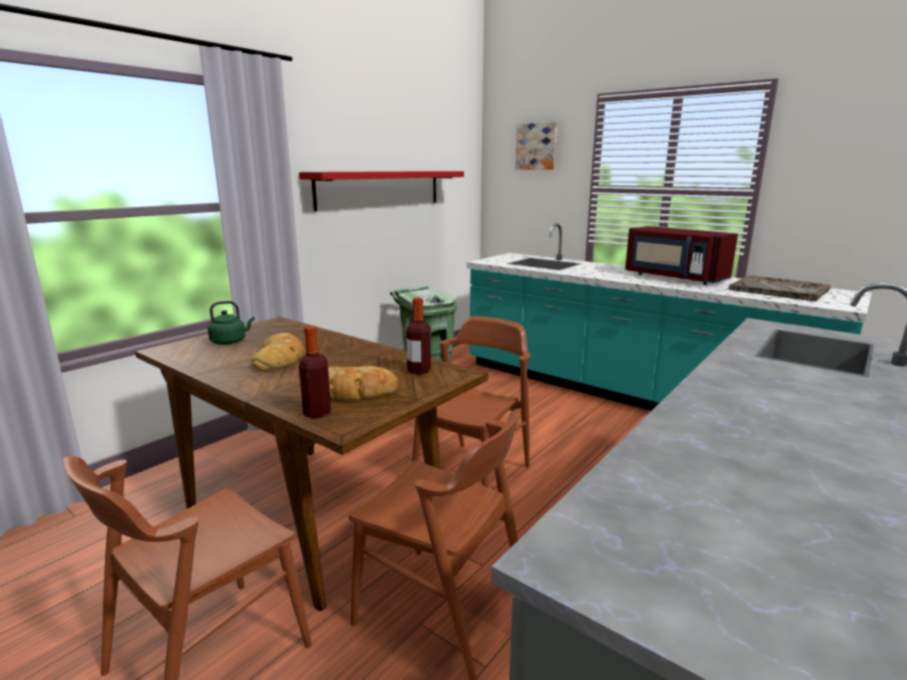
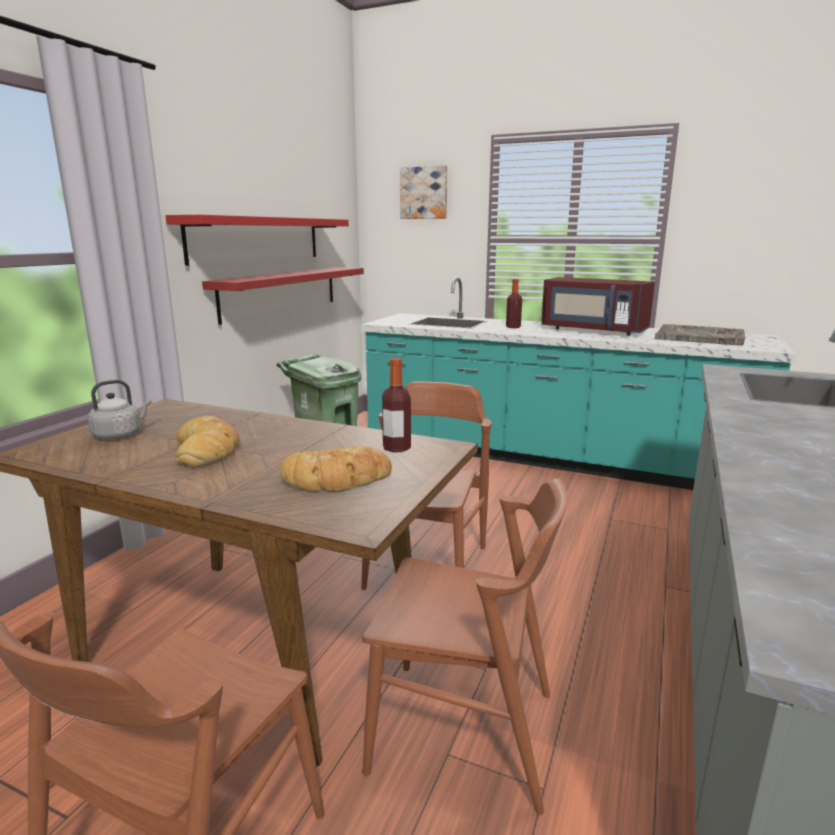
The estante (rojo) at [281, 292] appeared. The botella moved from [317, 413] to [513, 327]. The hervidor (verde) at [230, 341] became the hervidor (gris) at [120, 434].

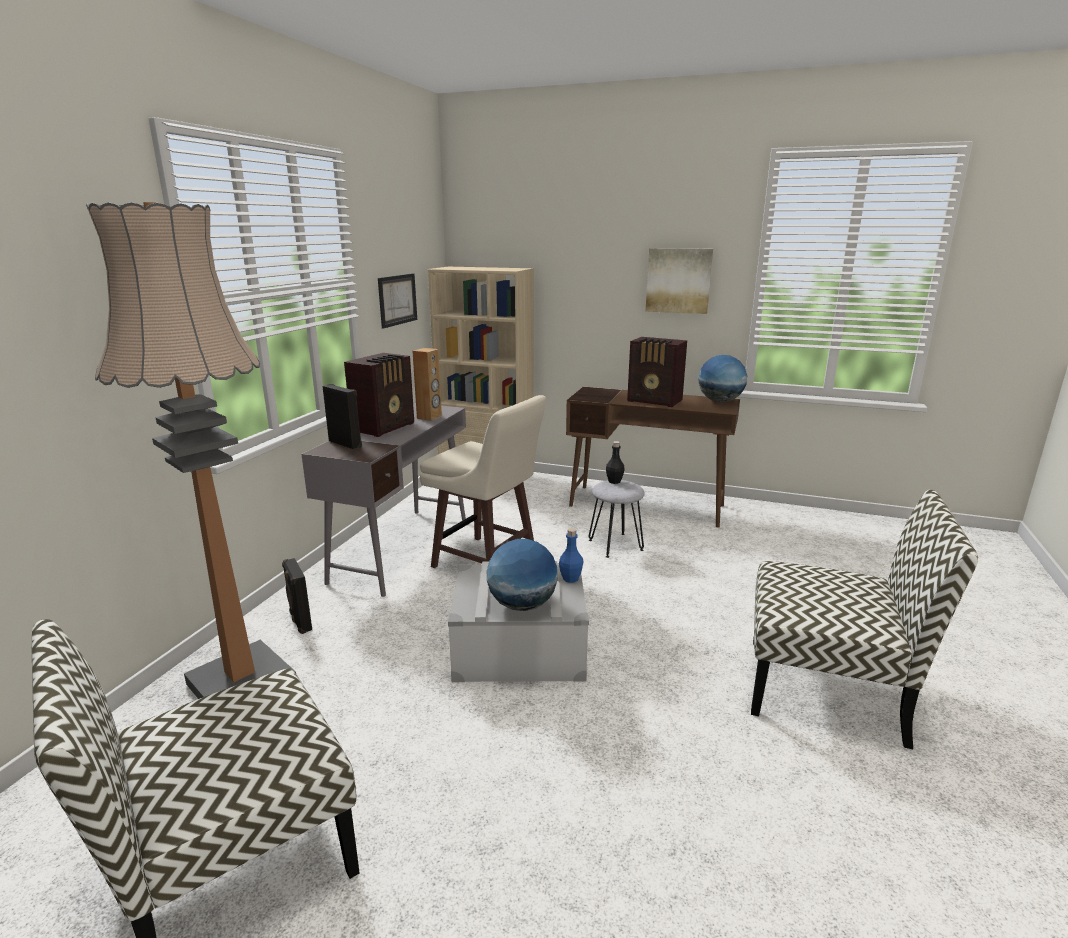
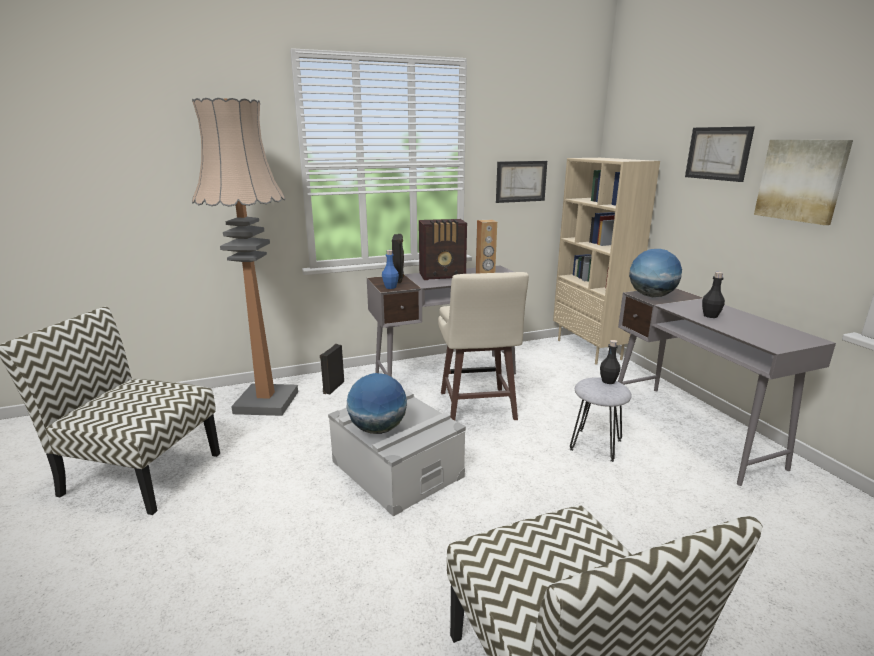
The cuadro at [718, 153] appeared. The botella (azul) moved from [570, 579] to [390, 287]. The globo terráqueo moved from [720, 401] to [651, 296]. The radio at [655, 401] was replaced by the botella (negro) at [710, 316]. The escritorio (marrón) at [647, 505] became the escritorio (gris) at [691, 430].

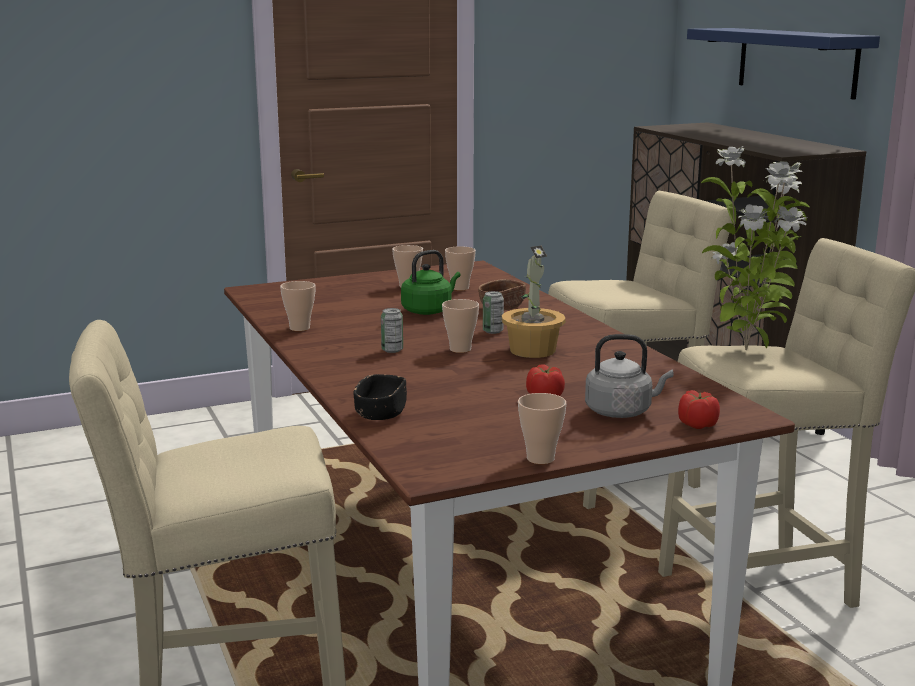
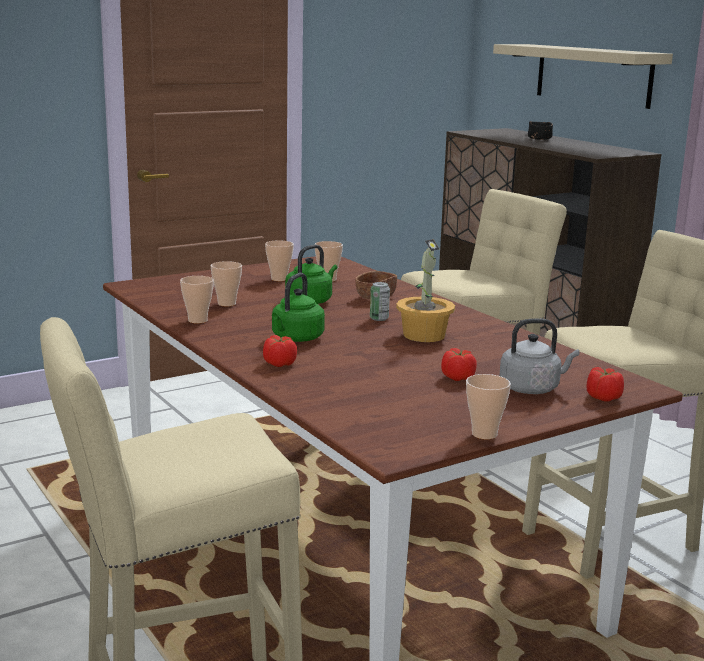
The planta en maceta at [748, 351] disappeared. The tomate at [279, 363] appeared. The cuenco (negro) moved from [380, 414] to [539, 139]. The taza moved from [460, 349] to [226, 304]. The lata at [392, 350] was replaced by the hervidor (verde) at [296, 338]. The estante (azul) at [796, 61] became the estante (beis) at [593, 75].

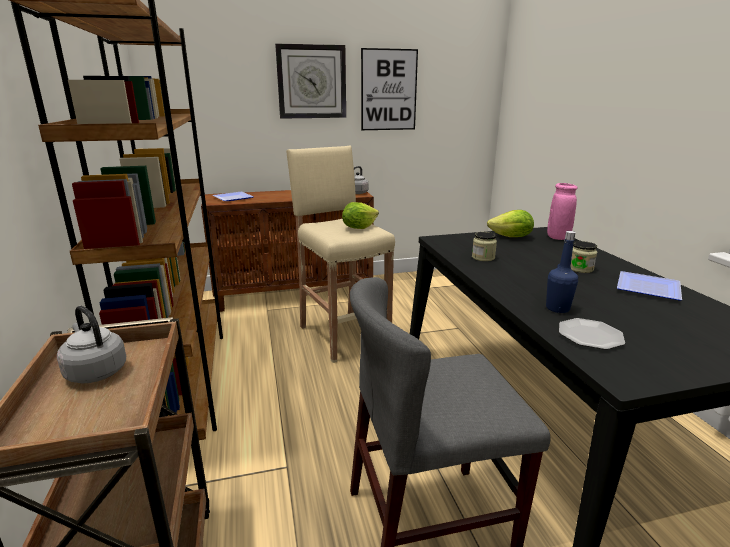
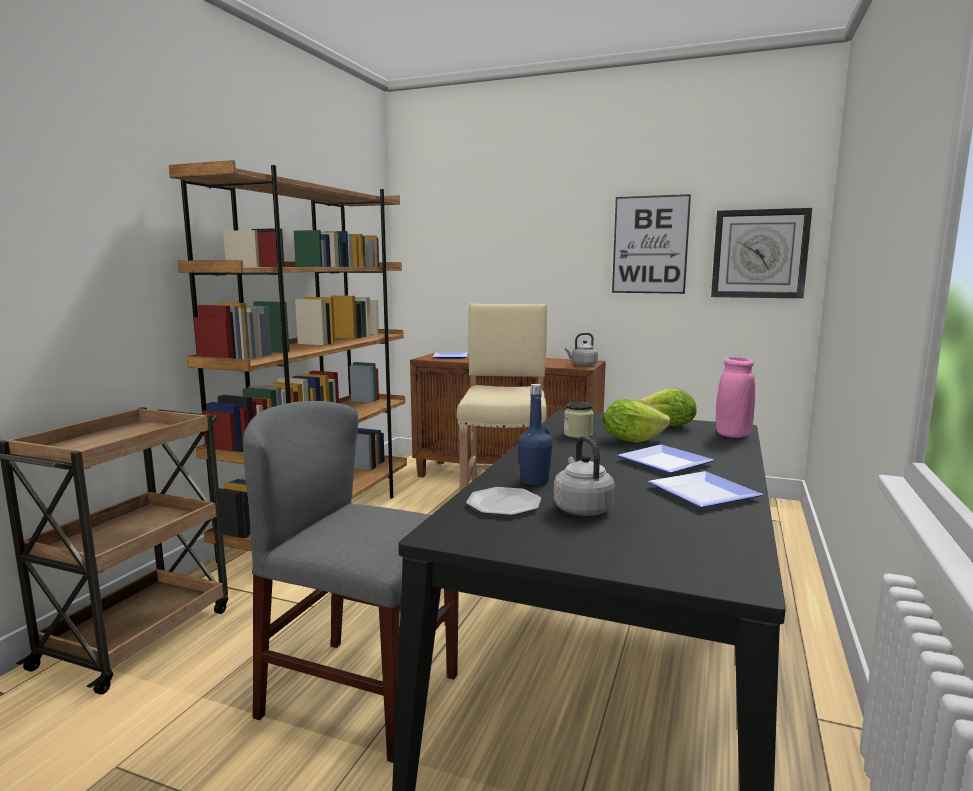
The hervidor (gris) moved from [95, 371] to [581, 508]. The reloj de pared moved from [311, 82] to [759, 254]. The lechuga moved from [359, 227] to [631, 440]. The tarro at [580, 268] was replaced by the plato at [668, 462].

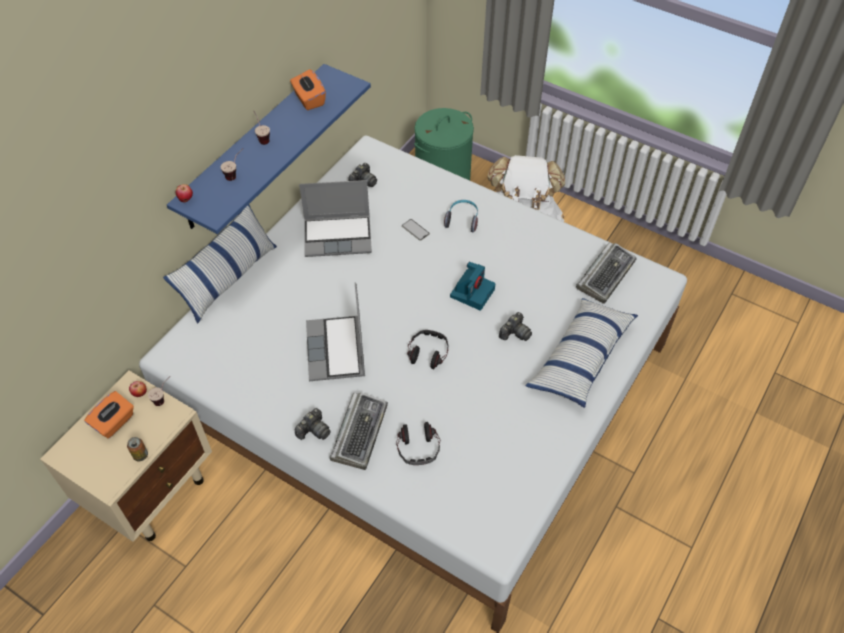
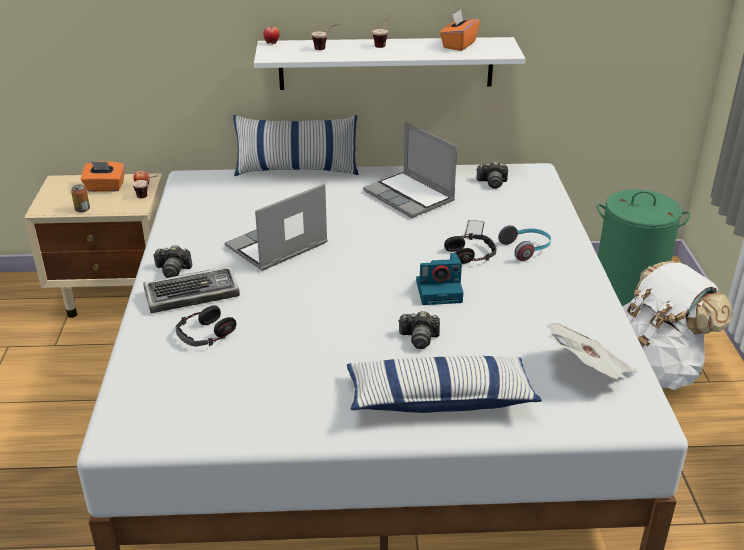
The auriculares moved from [427, 352] to [470, 254]. The teclado at [606, 275] was replaced by the periódico at [589, 371]. The estante (azul) at [254, 147] became the estante (blanco) at [386, 63].

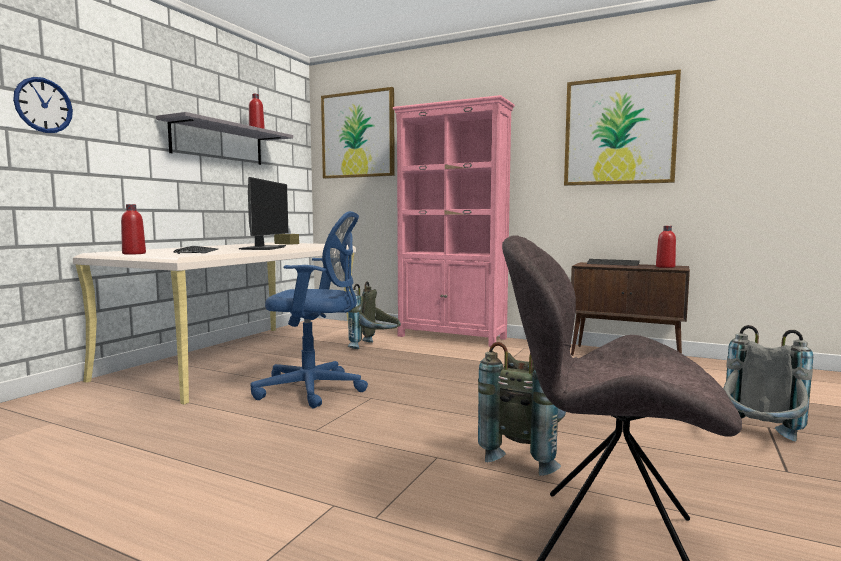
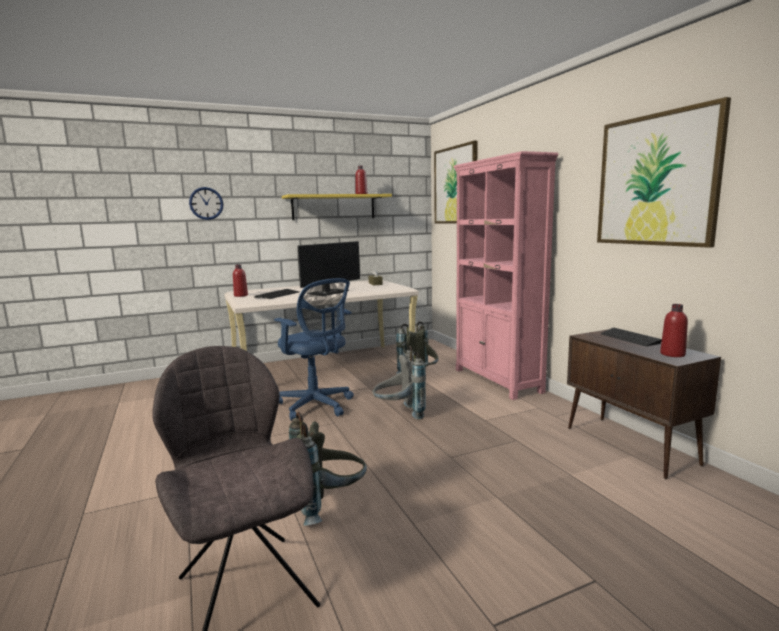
The mochila (gris) moved from [760, 442] to [399, 414]. The estante (gris) at [218, 143] became the estante (amarillo) at [334, 207].

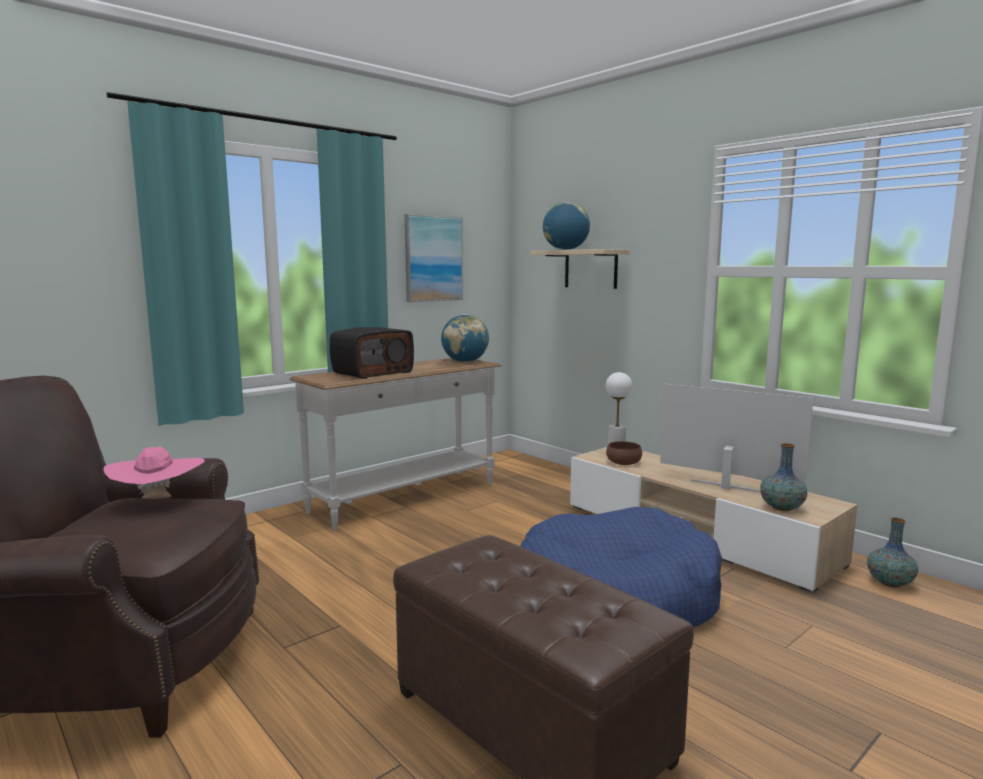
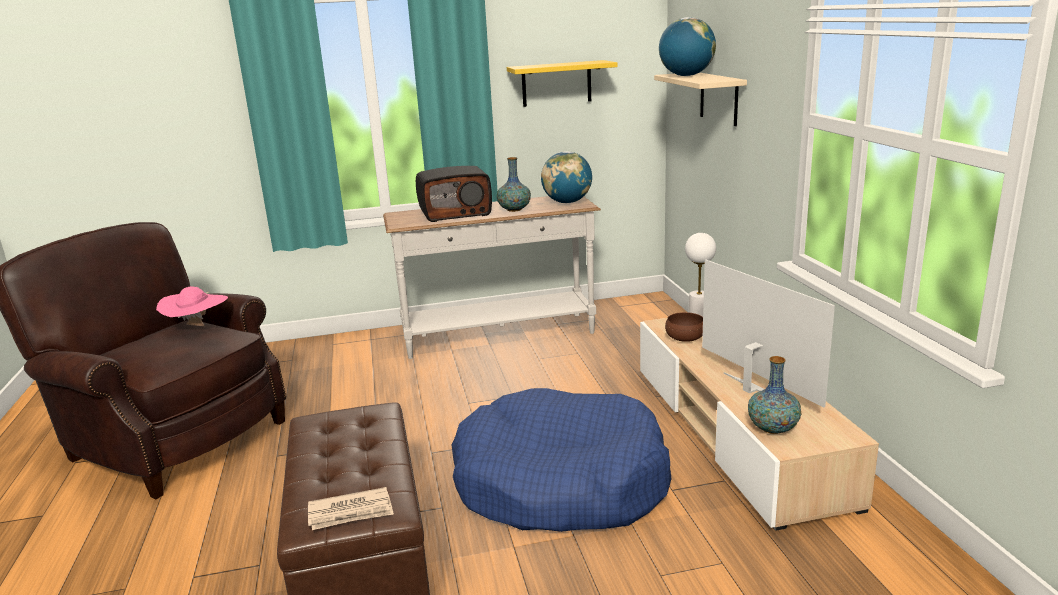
The periódico at [351, 512] appeared. The florero moved from [890, 583] to [514, 209]. The cuadro at [433, 259] was replaced by the estante (amarillo) at [556, 83].

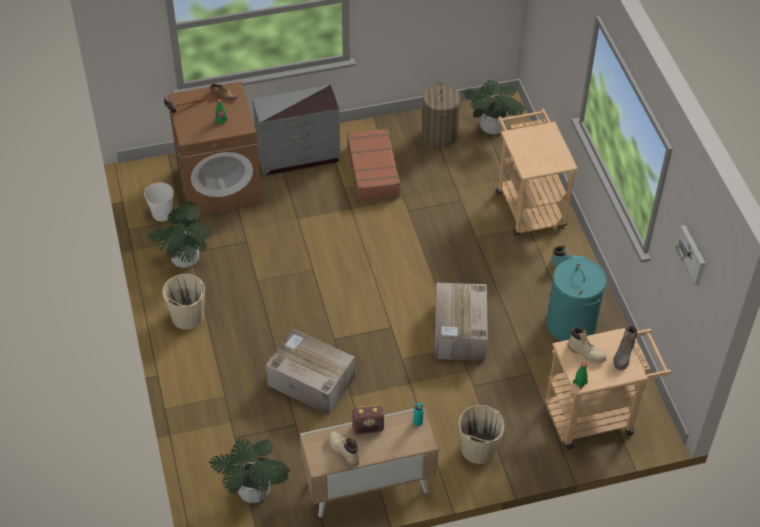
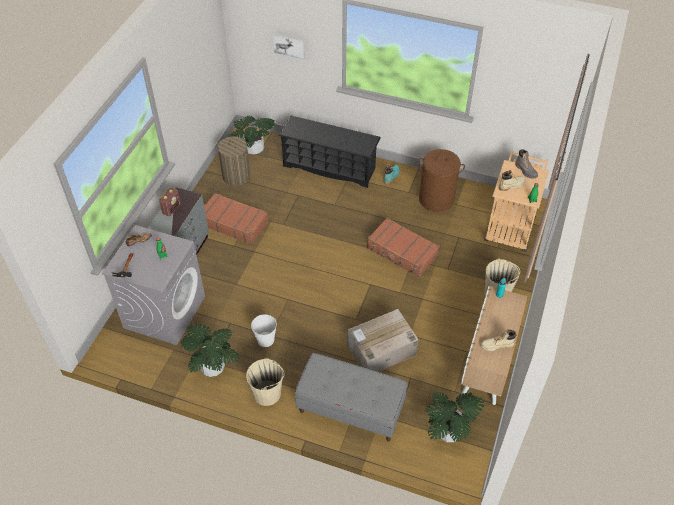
The banco (gris) at [350, 409] appeared. The cubo (blanco) moved from [162, 213] to [265, 339]. The radio moved from [368, 428] to [171, 209]. The cuadro moved from [692, 254] to [289, 45]. The caja de cartón at [460, 332] was replaced by the maleta (marrón) at [402, 252]. The carrito (beis) at [528, 203] was replaced by the zapatero (negro) at [330, 167]. The lavadora (marrón) at [220, 186] became the lavadora (gris) at [164, 311]. The cesto de la ropa (turquesa) at [571, 324] became the cesto de la ropa (marrón) at [436, 199].

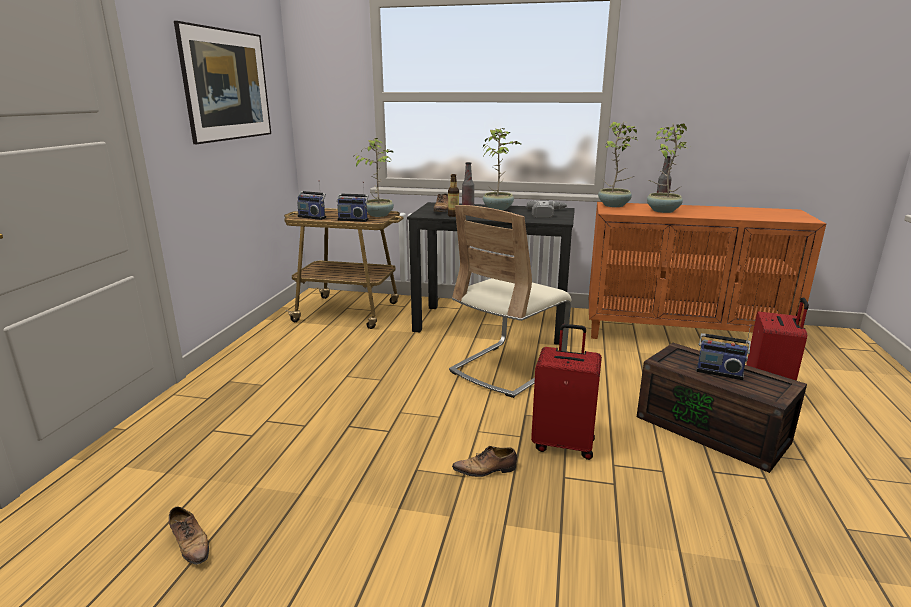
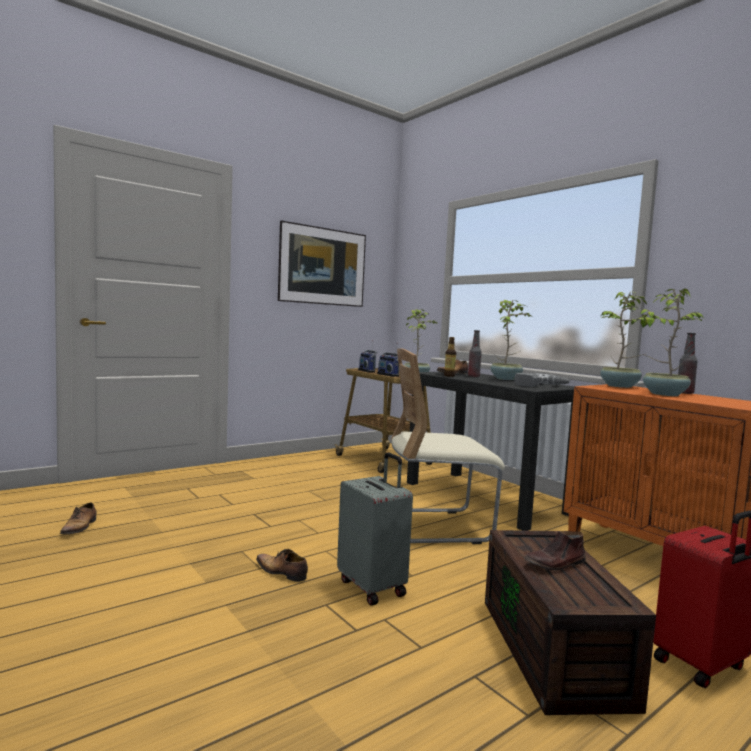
The radio at [719, 372] was replaced by the zapato (marrón) at [555, 563]. The maleta (rojo) at [563, 444] became the maleta (gris) at [373, 587].

